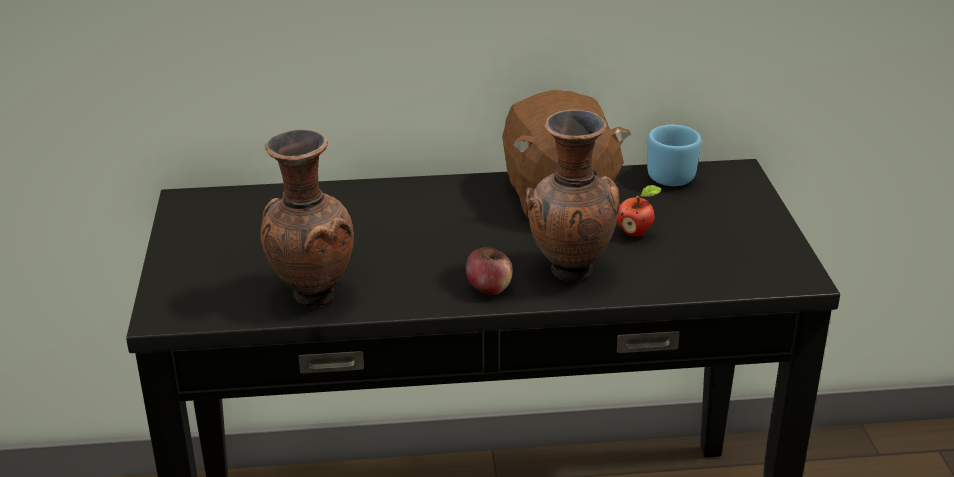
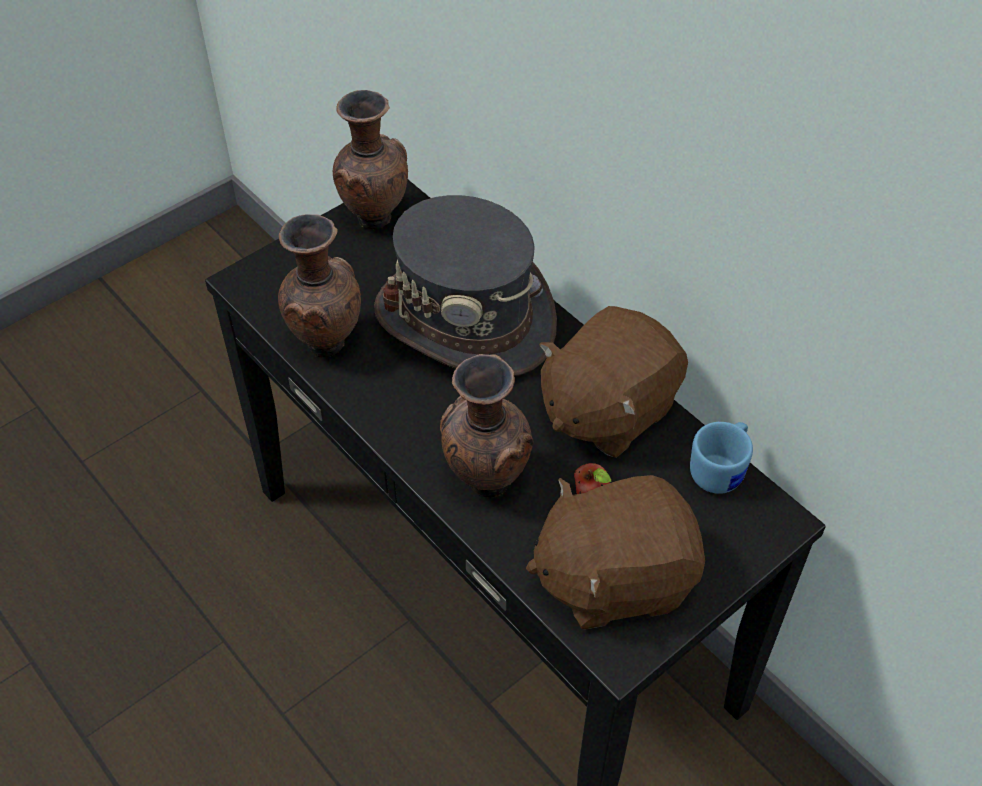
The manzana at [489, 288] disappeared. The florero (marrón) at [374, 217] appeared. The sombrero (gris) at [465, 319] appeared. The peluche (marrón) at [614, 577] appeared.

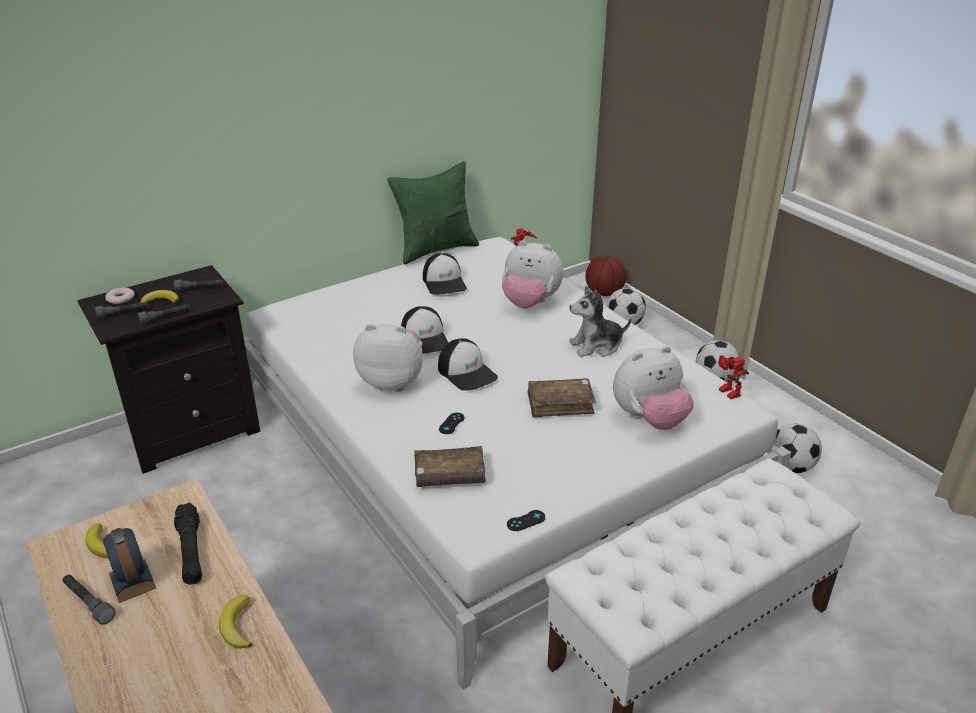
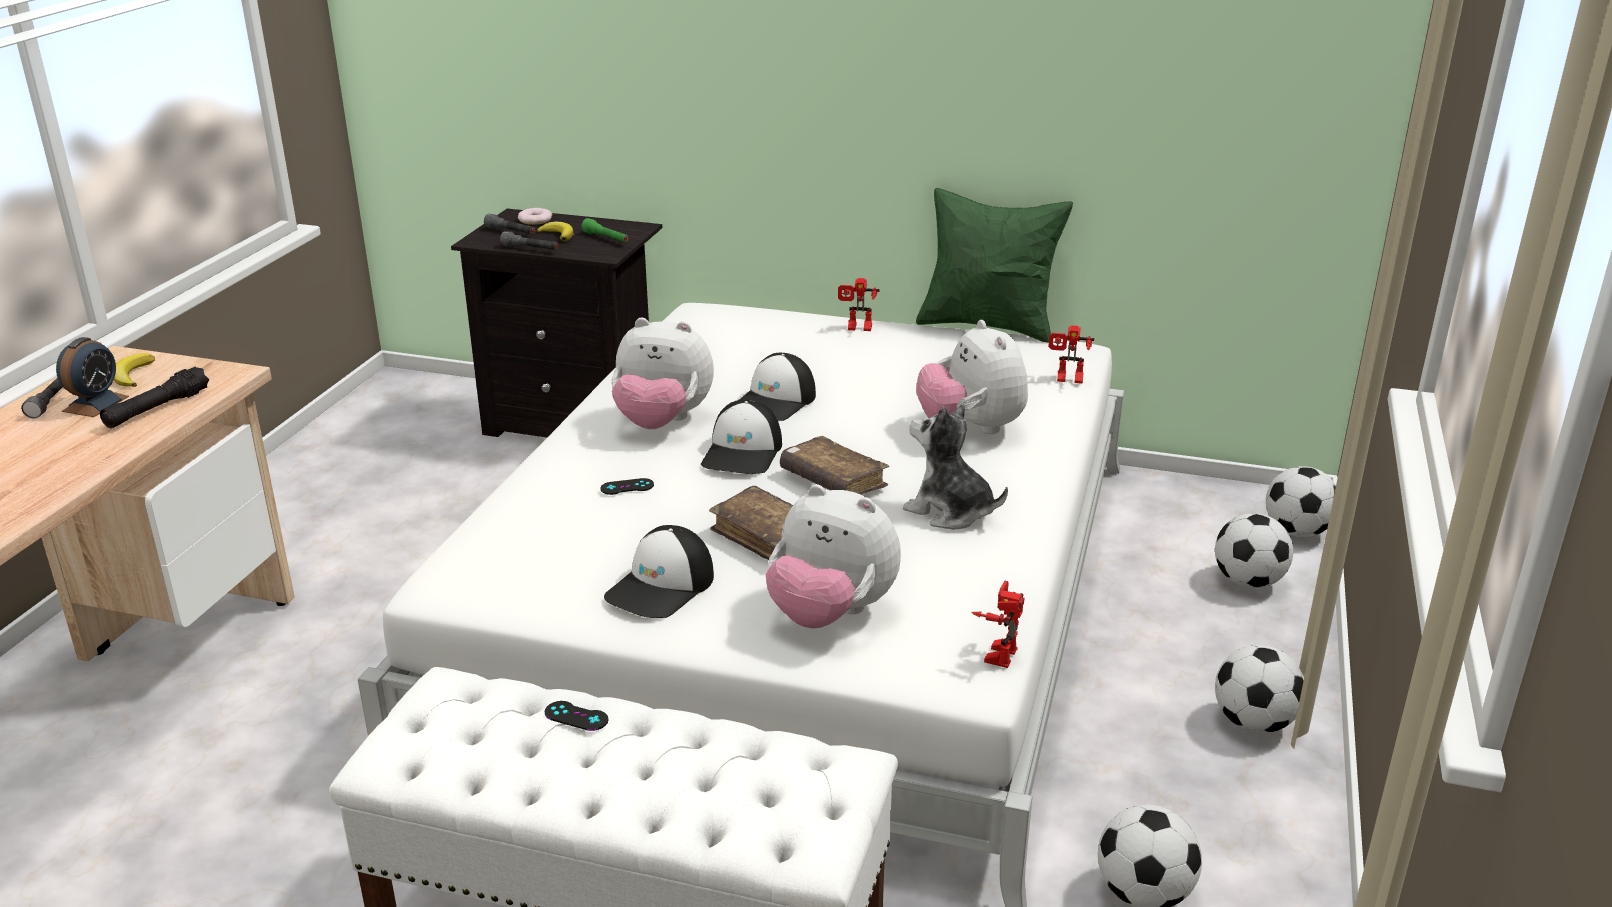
The plátano at [237, 626] disappeared. The robot de juguete at [857, 328] appeared. The libro (marrón) moved from [449, 475] to [833, 480]. The gorra moved from [444, 282] to [661, 587]. The mando de consola (negro) moved from [526, 521] to [576, 716]. The balón de baloncesto at [604, 293] was replaced by the balón de fútbol at [1297, 531]. The linterna (gris) at [199, 289] became the linterna (verde) at [606, 239]. The peluche at [392, 381] turned 135 degrees clockwise.

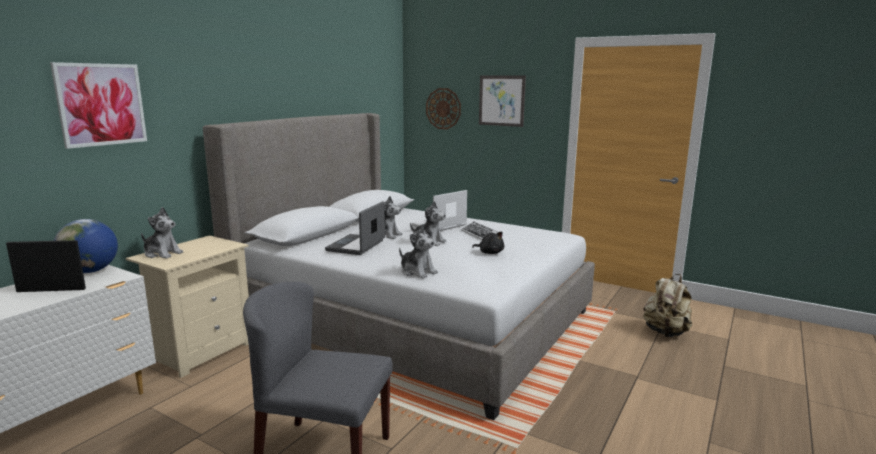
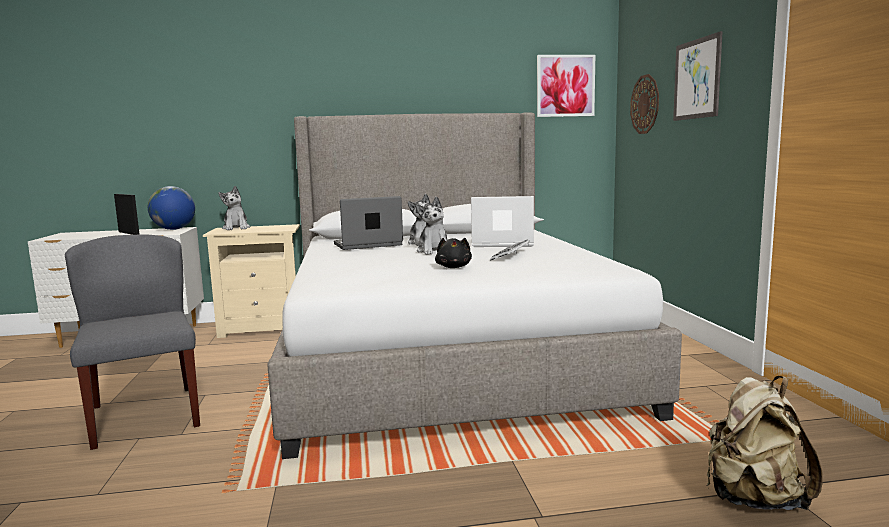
The peluche at [417, 272] disappeared. The cuadro moved from [101, 104] to [565, 86].

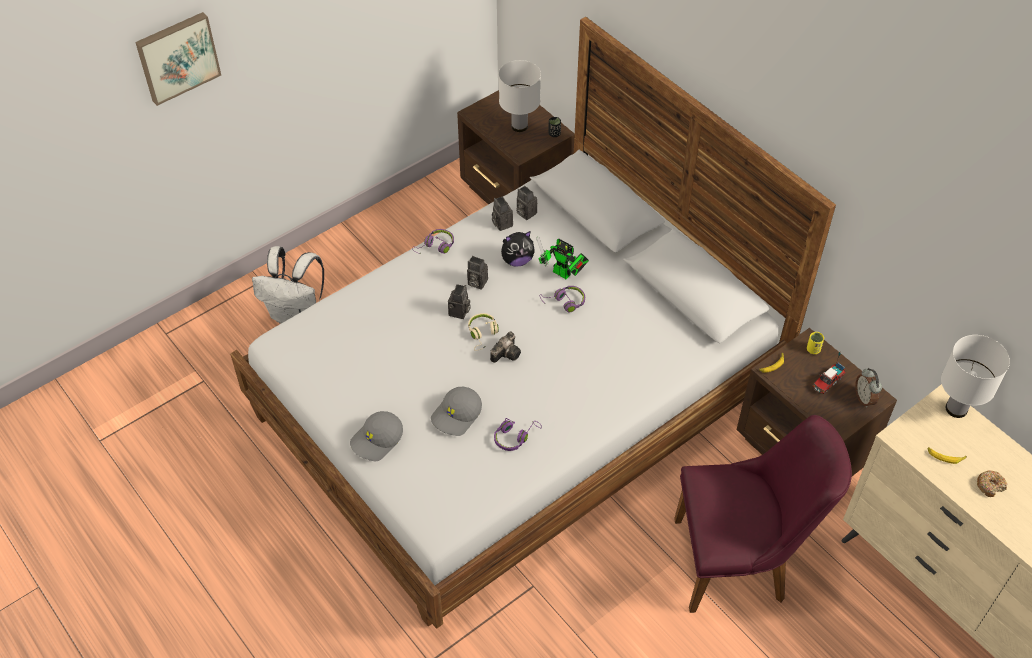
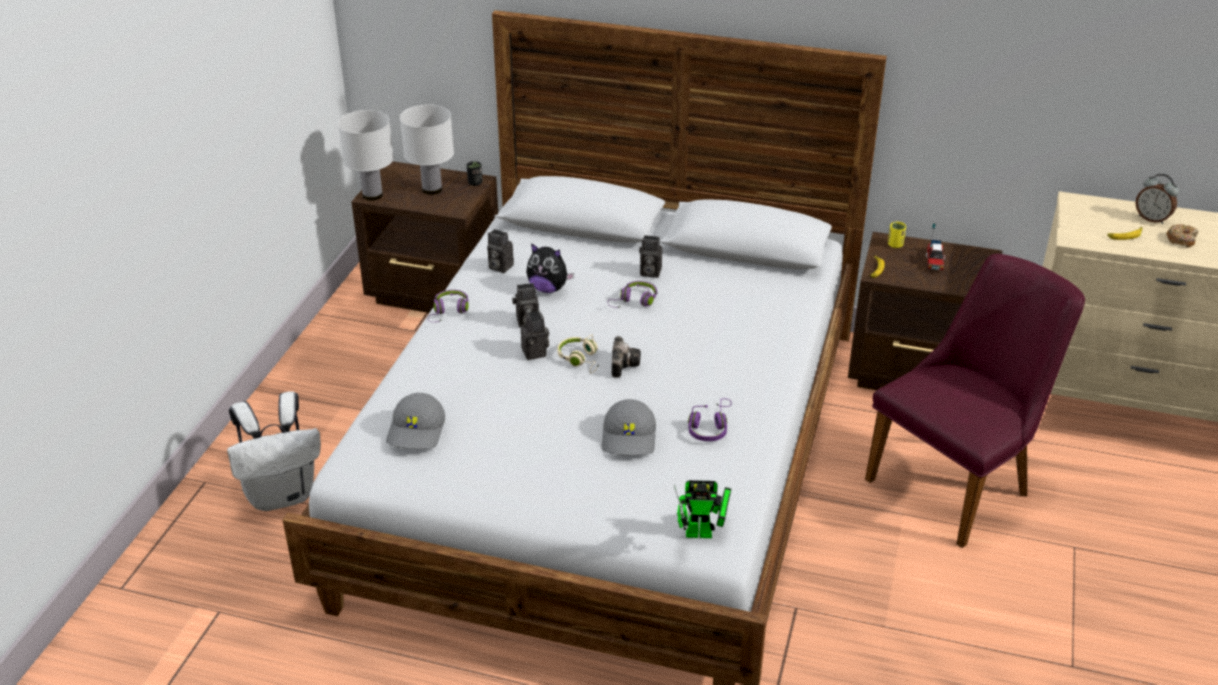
The cuadro at [177, 57] disappeared. The gorra (gris) moved from [377, 440] to [417, 431]. The cámara moved from [525, 213] to [649, 272]. The robot de juguete moved from [564, 274] to [703, 533]. The despertador moved from [864, 398] to [1152, 219]. The lámpara de mesa (blanco) moved from [956, 408] to [372, 195]. The peluche at [517, 260] turned 75 degrees clockwise.

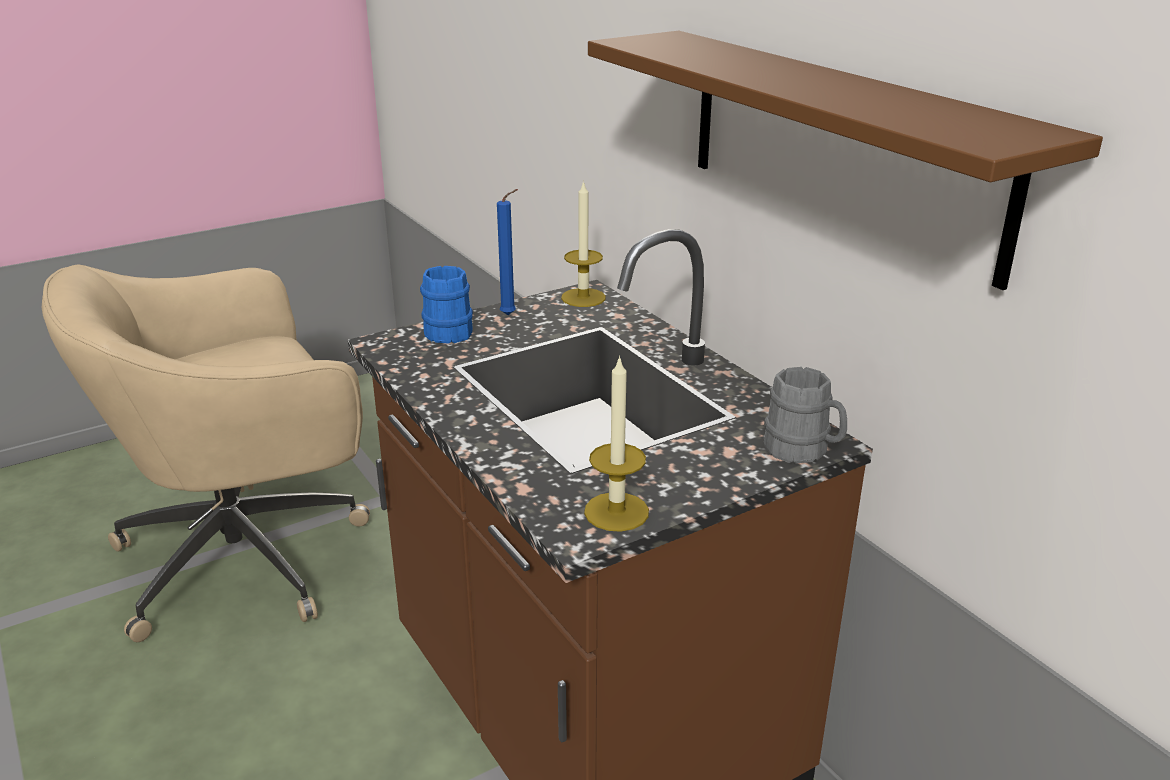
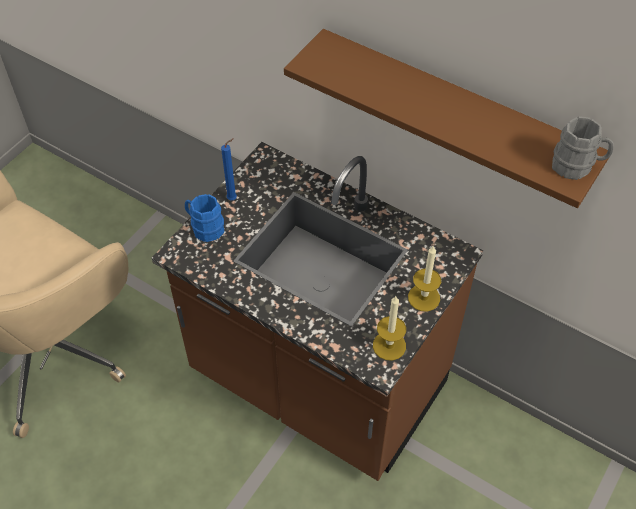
The vela moved from [583, 297] to [424, 297]. The taza grande (gris) moved from [803, 451] to [577, 166].

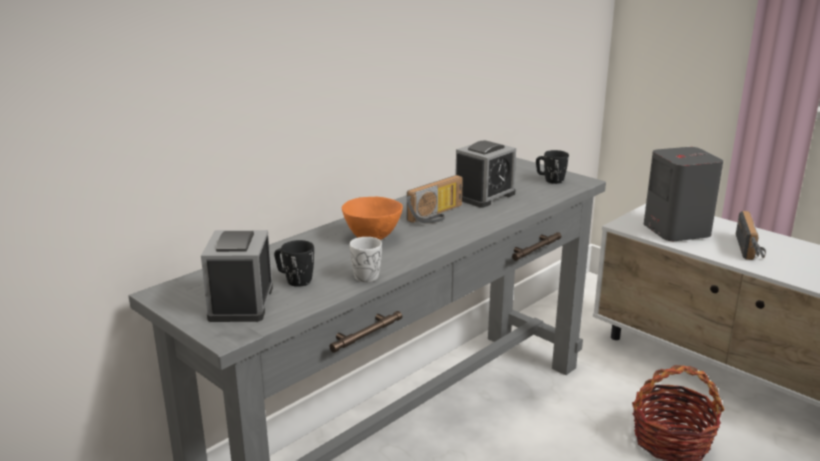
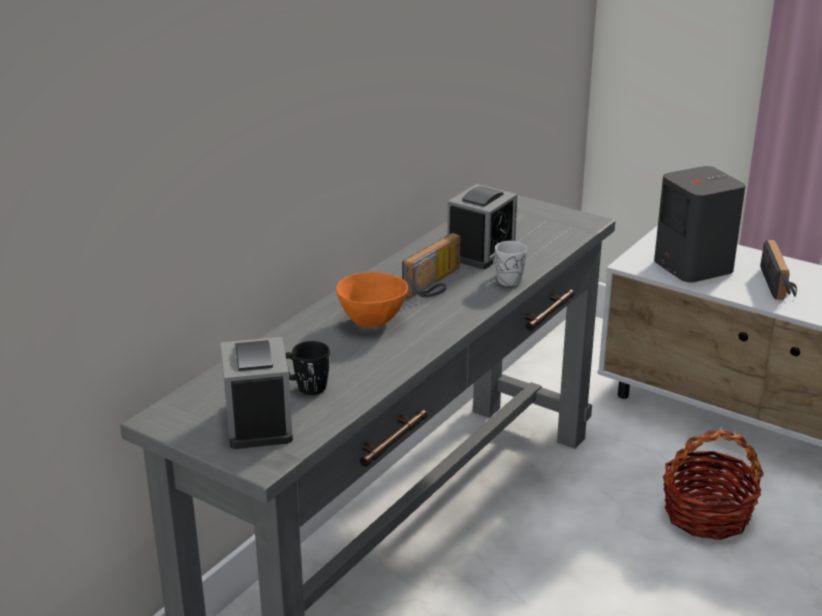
The taza grande (negro) at [550, 180] disappeared. The taza grande (blanco) moved from [367, 274] to [508, 278].

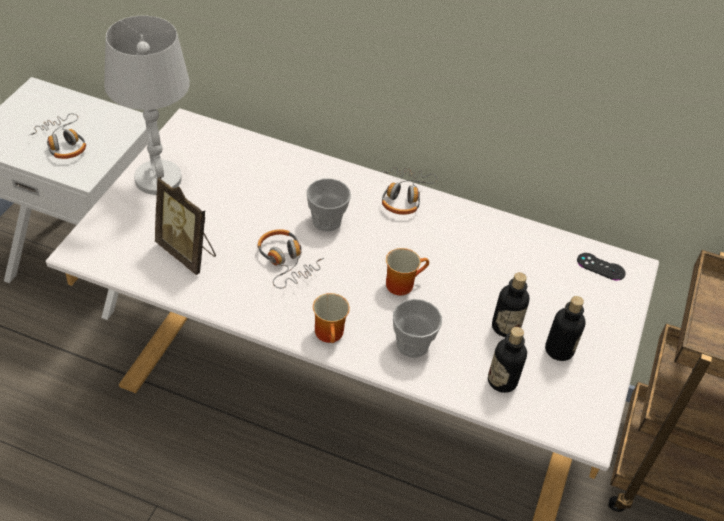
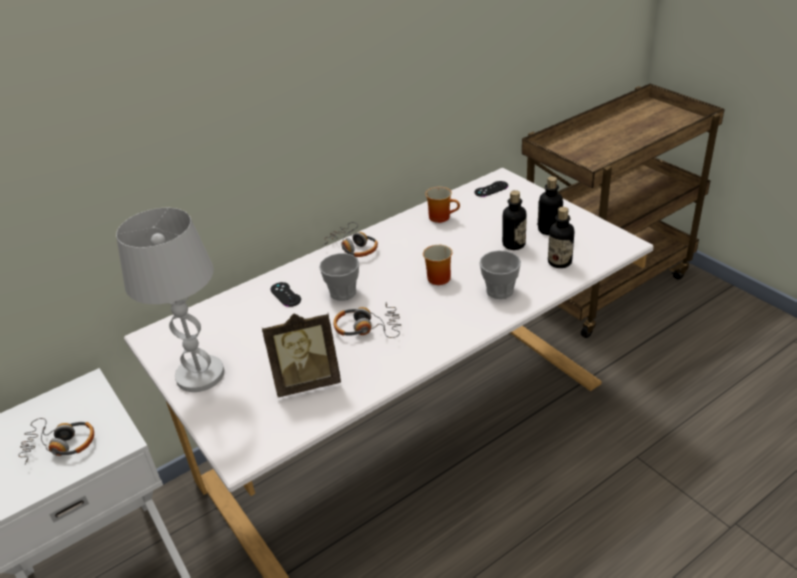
The mando de consola (negro) at [285, 294] appeared. The taza grande moved from [331, 334] to [442, 217].

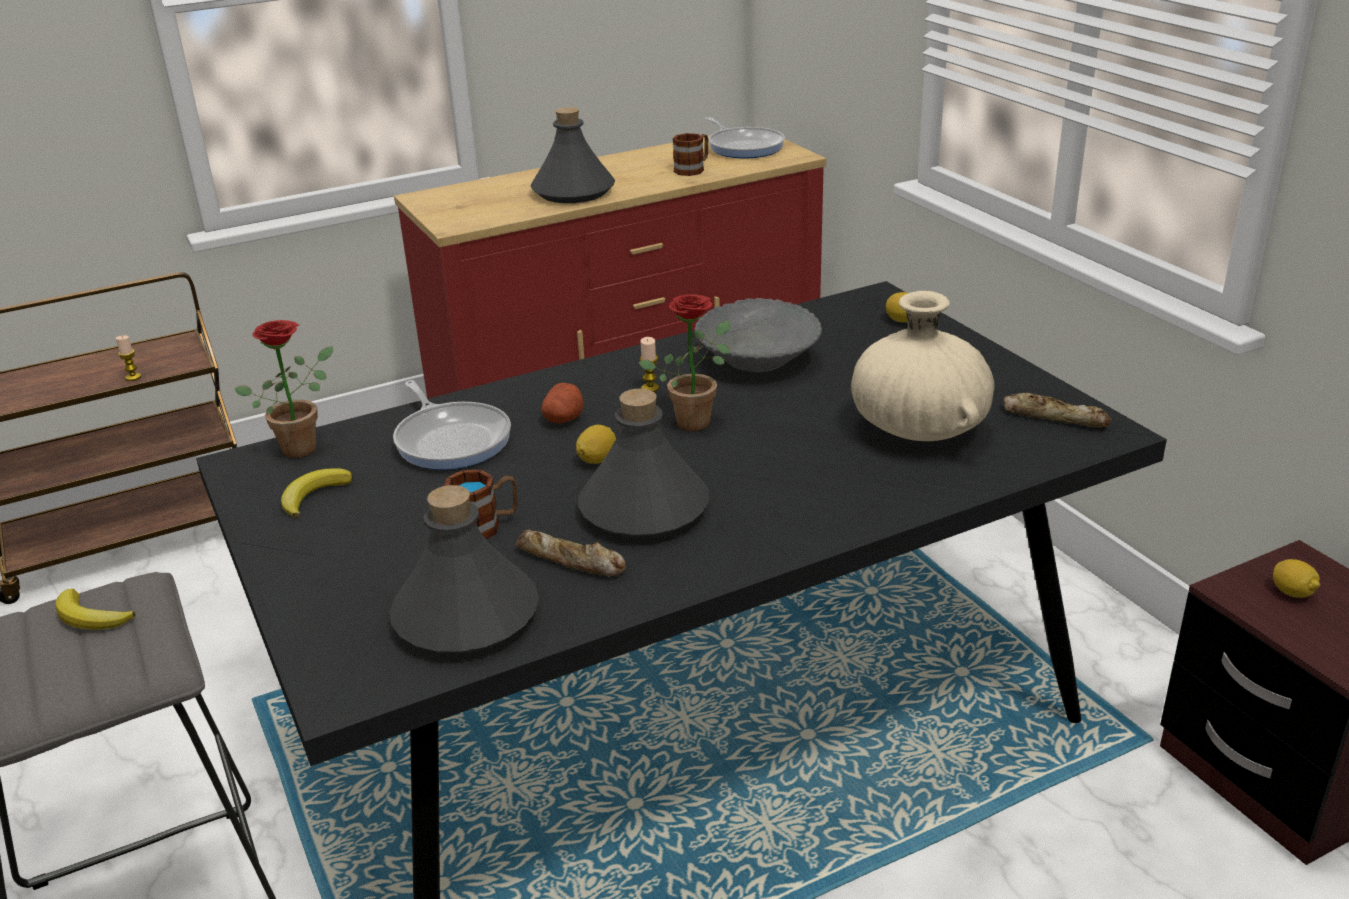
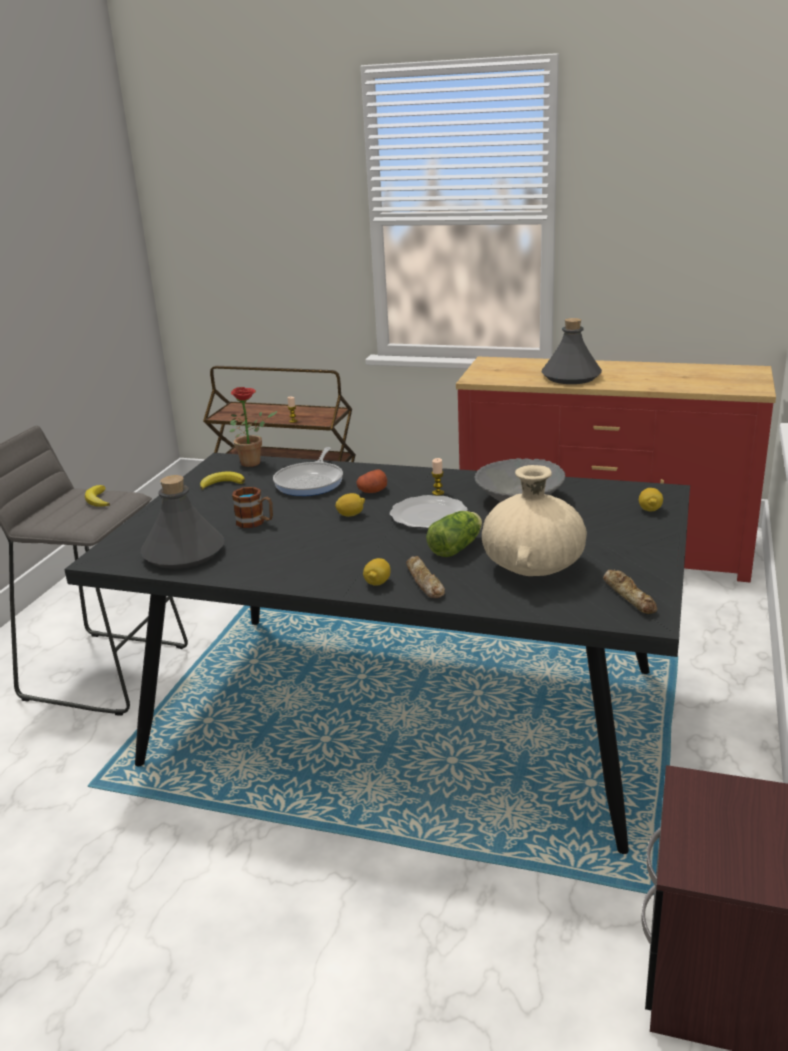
The botella (gris) at [644, 510] disappeared. The taza grande at [693, 169] disappeared. The sartén at [744, 147] disappeared. The lechuga at [457, 547] appeared. The pan moved from [571, 561] to [423, 582]. The limón moved from [1292, 592] to [377, 583]. The planta en maceta at [696, 419] was replaced by the plato at [429, 515].

